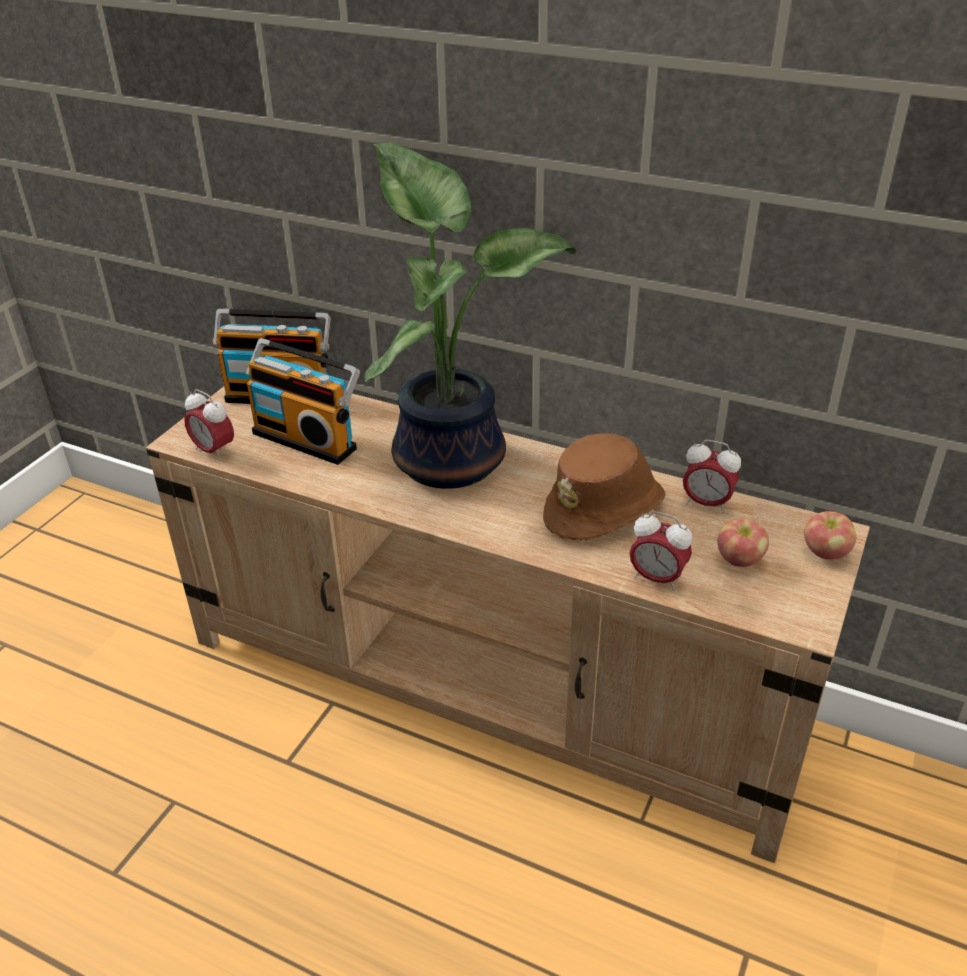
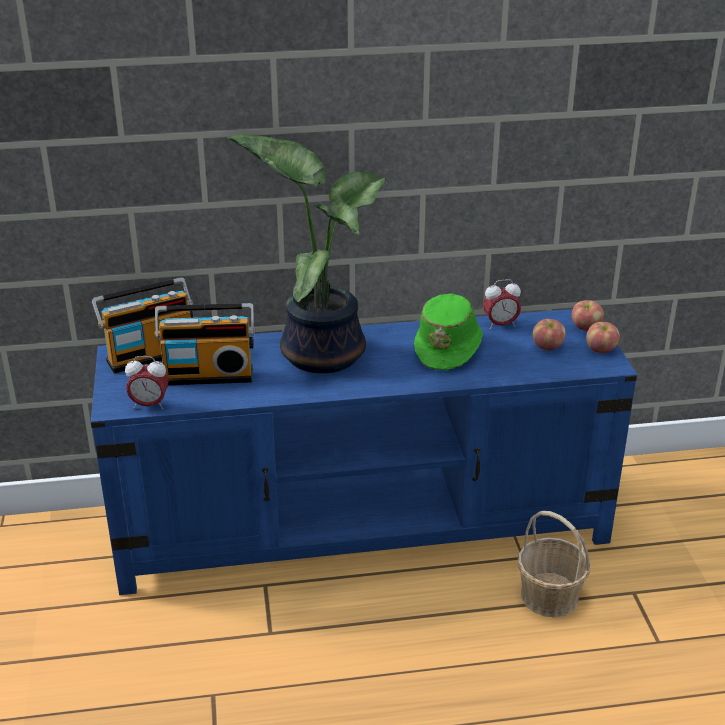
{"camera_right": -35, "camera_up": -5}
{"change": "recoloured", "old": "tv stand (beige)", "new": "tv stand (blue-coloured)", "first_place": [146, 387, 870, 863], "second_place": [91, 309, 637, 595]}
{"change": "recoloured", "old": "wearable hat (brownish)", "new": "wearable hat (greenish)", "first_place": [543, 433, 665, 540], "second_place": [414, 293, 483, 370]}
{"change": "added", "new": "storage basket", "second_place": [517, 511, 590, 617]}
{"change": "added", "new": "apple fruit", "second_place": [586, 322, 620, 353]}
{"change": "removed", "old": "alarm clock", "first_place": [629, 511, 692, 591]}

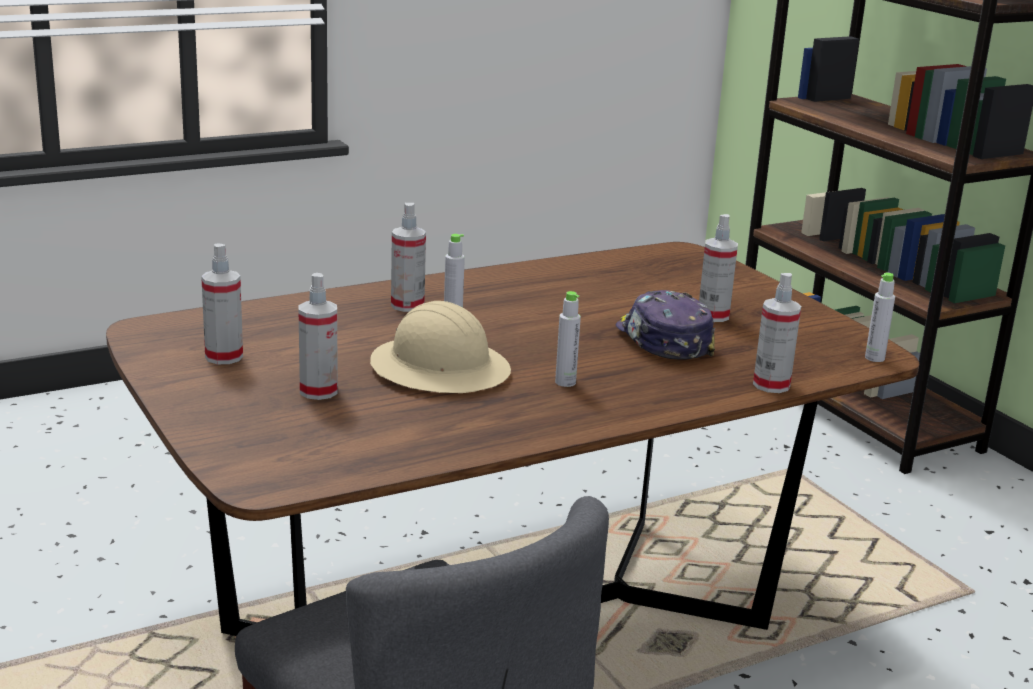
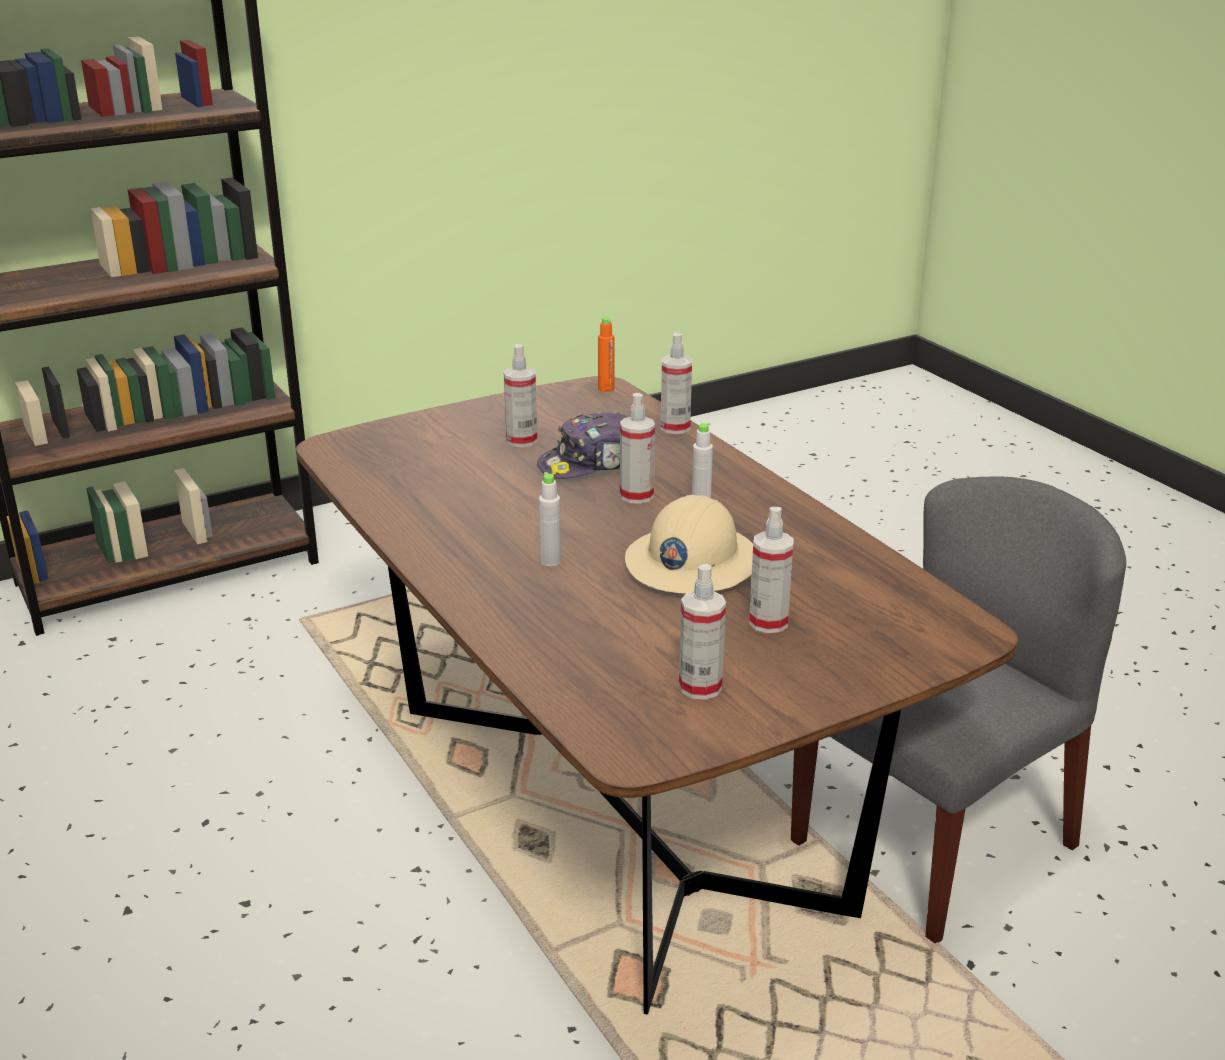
{"camera_right": -90, "camera_up": 5}
{"change": "recoloured", "old": "bottle (gray)", "new": "bottle (orange-coloured)", "first_place": [865, 273, 895, 362], "second_place": [598, 317, 614, 392]}
{"change": "moved", "old": "spray bottle", "first_place": [391, 203, 426, 312], "second_place": [620, 393, 655, 504]}

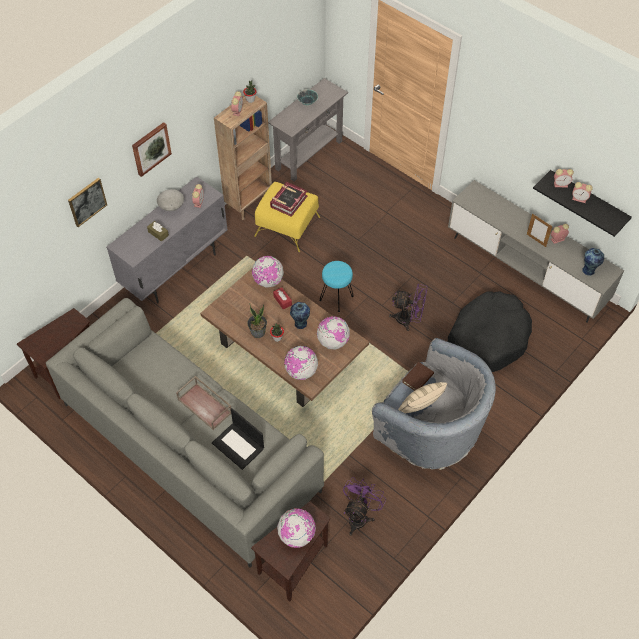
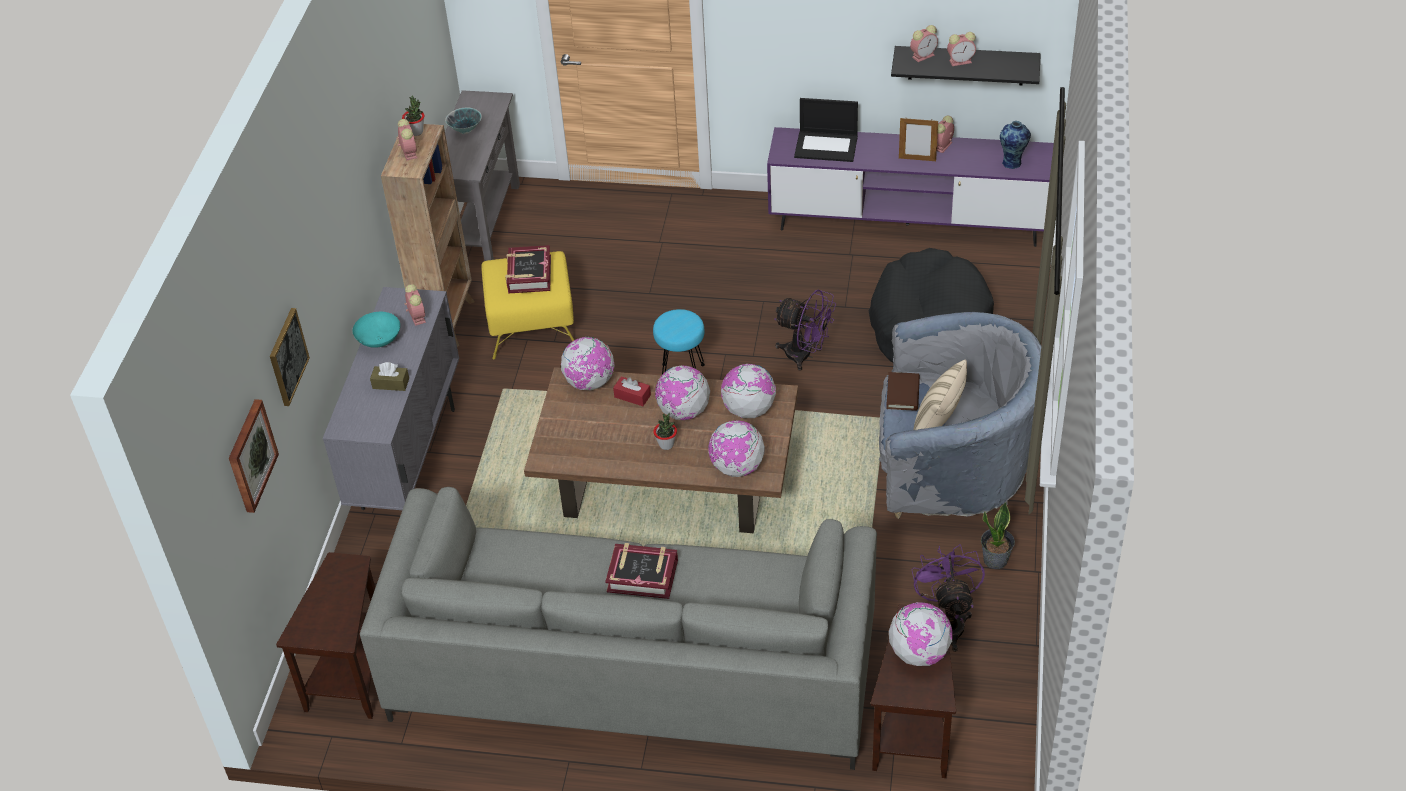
{"camera_right": -30, "camera_up": -10}
{"change": "moved", "old": "picture", "first_place": [132, 122, 172, 177], "second_place": [229, 399, 279, 513]}
{"change": "recoloured", "old": "deep dish (gray)", "new": "deep dish (blue-green)", "first_place": [157, 189, 184, 211], "second_place": [353, 312, 400, 348]}
{"change": "replaced", "old": "tray (brownish)", "new": "book", "first_place": [176, 376, 231, 430], "second_place": [605, 543, 678, 599]}
{"change": "replaced", "old": "flower vase", "new": "globe", "first_place": [290, 302, 310, 329], "second_place": [655, 366, 710, 420]}
{"change": "recoloured", "old": "tv stand (gray)", "new": "tv stand (purple-coloured)", "first_place": [448, 180, 624, 323], "second_place": [767, 127, 1054, 247]}
{"change": "turned", "old": "electric fan (purple-coloured)", "first_place": [389, 284, 427, 331], "second_place": [774, 290, 836, 371], "degrees": 45}
{"change": "moved", "old": "laptop", "first_place": [212, 408, 264, 470], "second_place": [794, 98, 858, 162]}
{"change": "moved", "old": "potted plant", "first_place": [247, 304, 267, 338], "second_place": [981, 502, 1015, 569]}

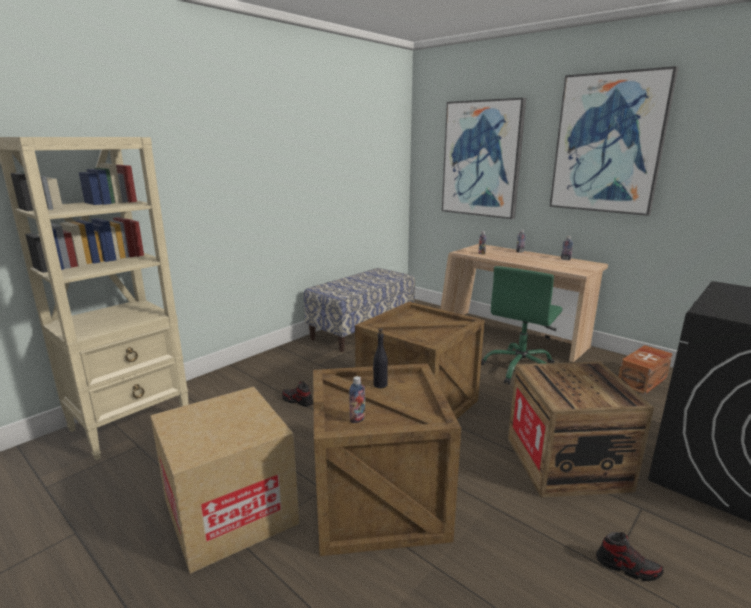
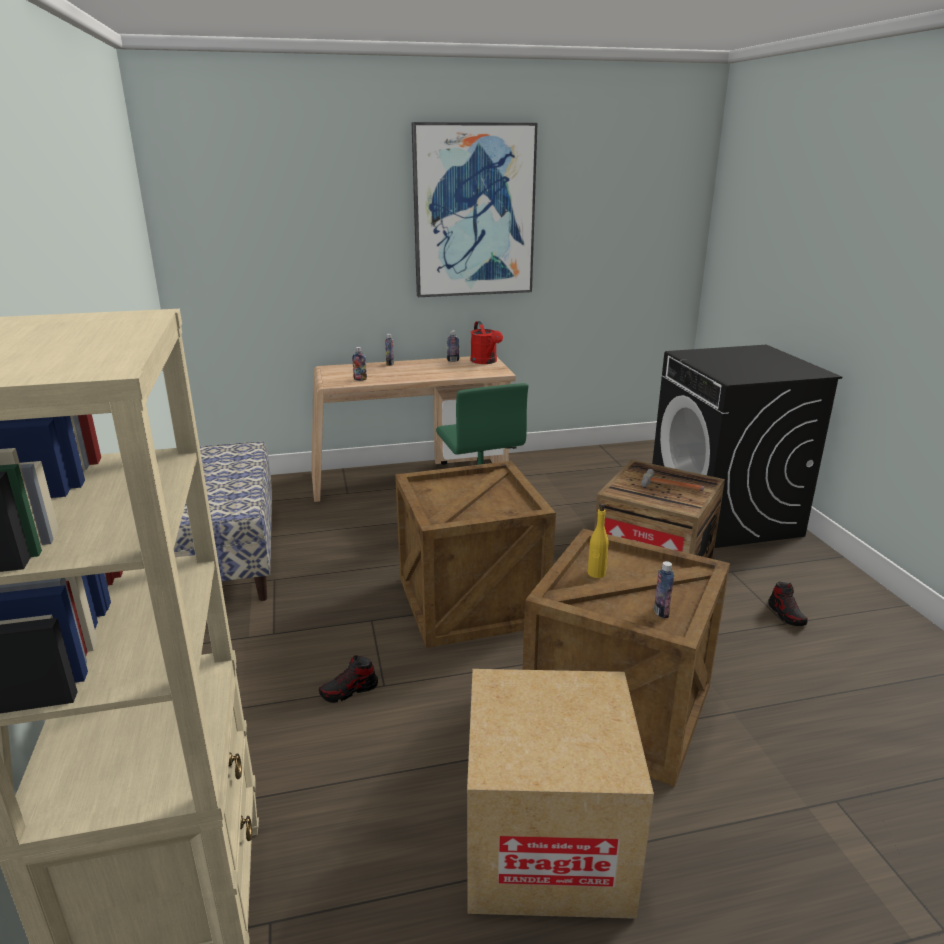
{"camera_right": -55, "camera_up": 5}
{"change": "added", "new": "watering pot (reddish)", "second_place": [471, 321, 503, 364]}
{"change": "recoloured", "old": "bottle (blackish)", "new": "bottle (yellow-coloured)", "first_place": [373, 328, 388, 388], "second_place": [588, 503, 608, 578]}
{"change": "added", "new": "hand hammer", "second_place": [641, 469, 705, 491]}
{"change": "turned", "old": "shoe", "first_place": [596, 532, 664, 581], "second_place": [768, 582, 808, 626], "degrees": 105}
{"change": "removed", "old": "picture", "first_place": [442, 98, 526, 219]}
{"change": "removed", "old": "storage box (brownish)", "first_place": [618, 345, 673, 394]}

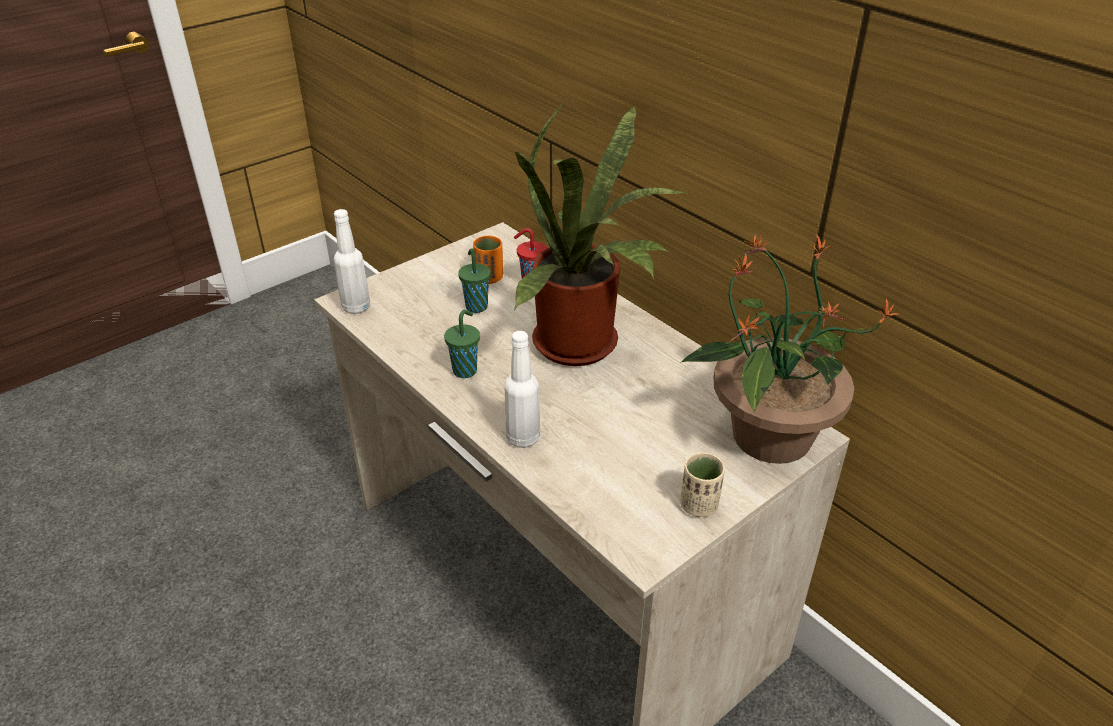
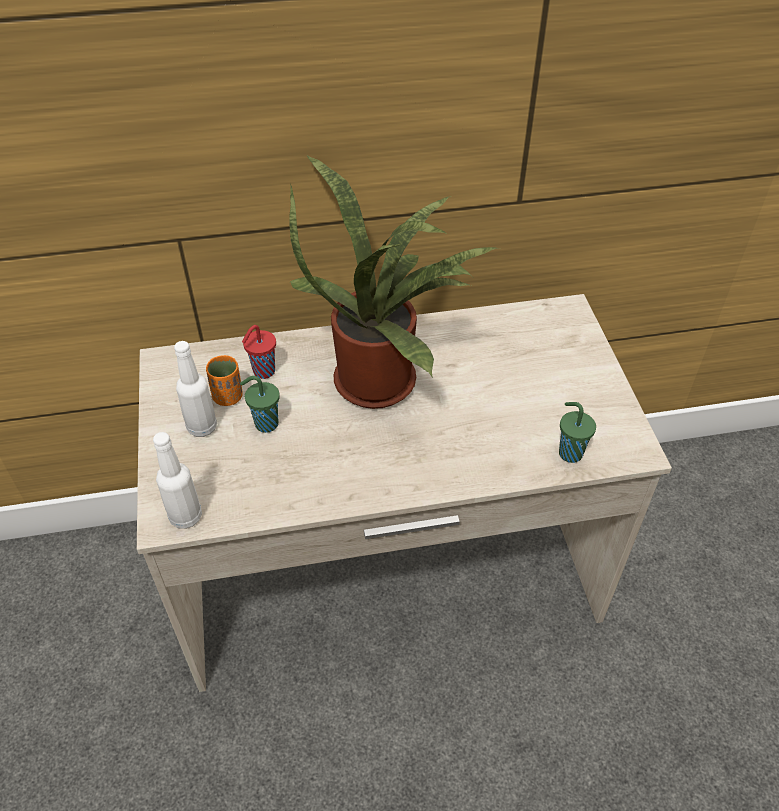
{"camera_right": -60, "camera_up": 10}
{"change": "moved", "old": "bottle (white-coloured)", "first_place": [504, 331, 540, 448], "second_place": [174, 341, 217, 437]}
{"change": "moved", "old": "small cup (greenish)", "first_place": [444, 310, 480, 378], "second_place": [559, 402, 596, 463]}
{"change": "removed", "old": "potted plant", "first_place": [680, 233, 898, 464]}
{"change": "removed", "old": "small cup (beige)", "first_place": [680, 453, 725, 517]}

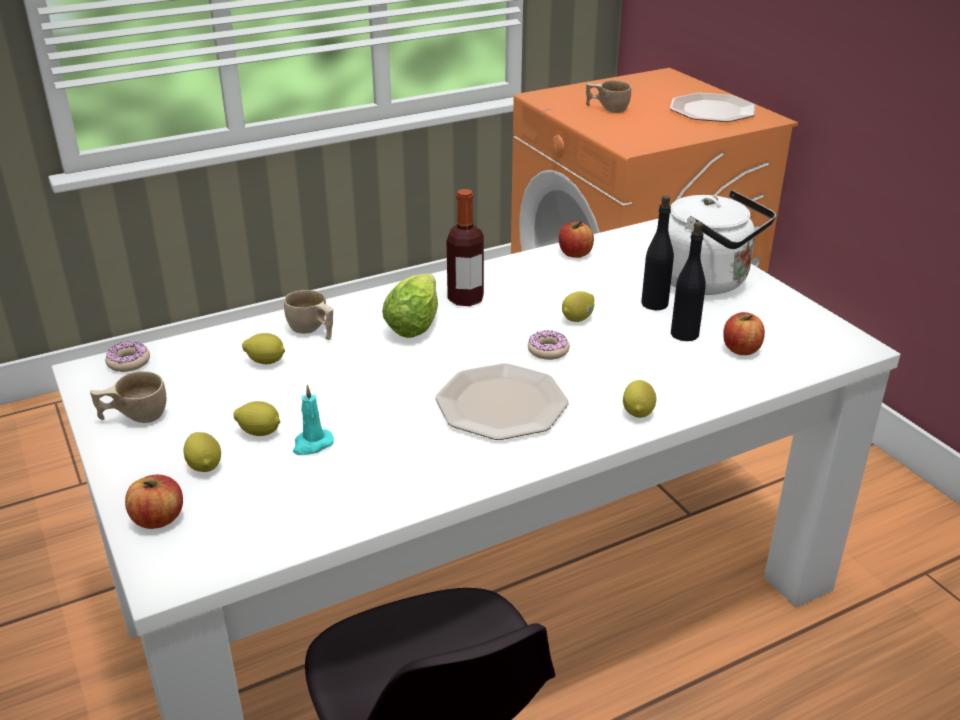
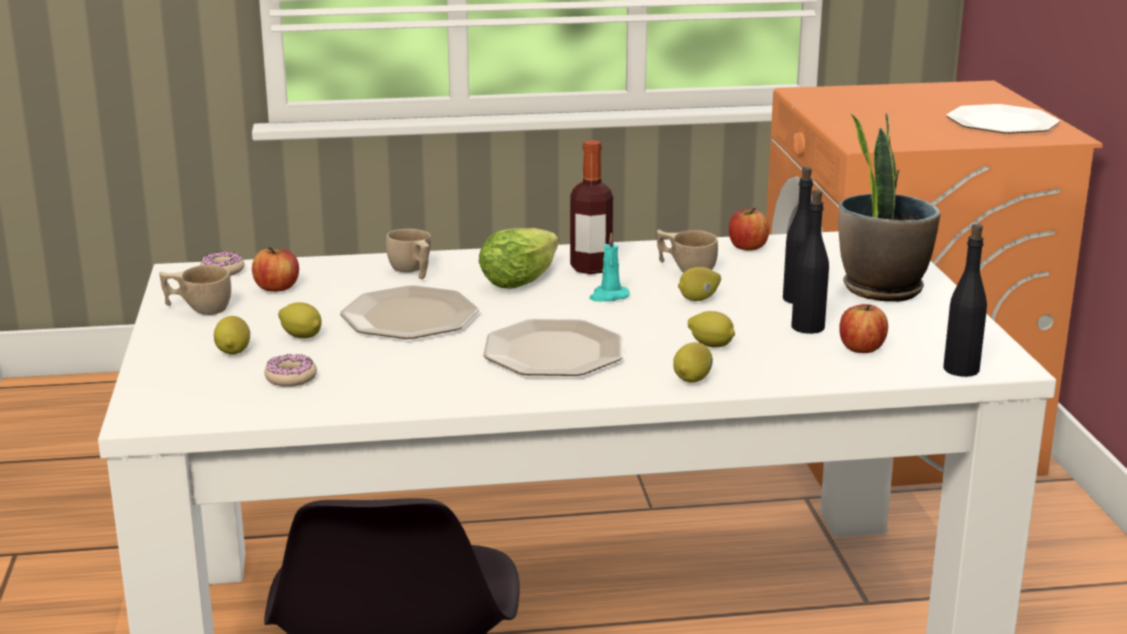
{"camera_right": 20, "camera_up": -10}
{"change": "moved", "old": "apple fruit", "first_place": [125, 475, 183, 529], "second_place": [252, 247, 299, 292]}
{"change": "moved", "old": "donut", "first_place": [528, 330, 570, 360], "second_place": [264, 354, 317, 387]}
{"change": "added", "new": "dinner plate", "second_place": [340, 285, 479, 339]}
{"change": "moved", "old": "wax light (blue-green)", "first_place": [293, 385, 334, 455], "second_place": [589, 232, 630, 302]}
{"change": "moved", "old": "small cup (beige)", "first_place": [586, 80, 631, 113], "second_place": [657, 230, 718, 273]}
{"change": "moved", "old": "whole lemon", "first_place": [242, 333, 285, 364], "second_place": [688, 311, 735, 348]}
{"change": "replaced", "old": "tea kettle (white-coloured)", "new": "potted plant", "first_place": [668, 190, 776, 295], "second_place": [838, 112, 940, 302]}
{"change": "added", "new": "bottle (blackish)", "second_place": [943, 224, 987, 377]}

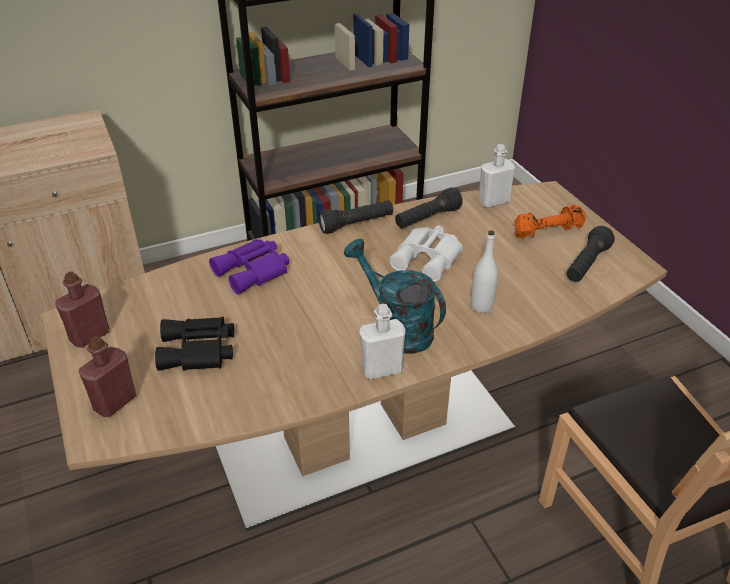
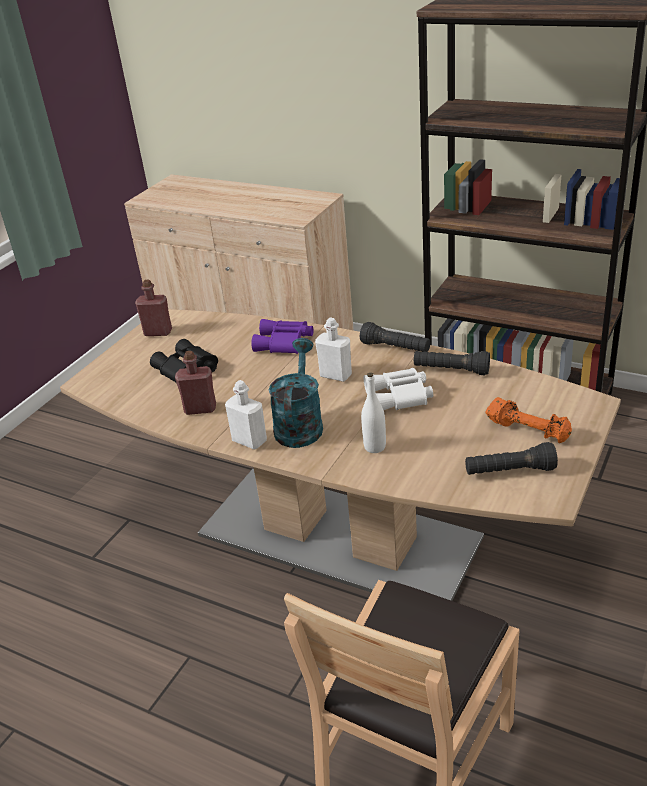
{"camera_right": 55, "camera_up": -5}
{"change": "moved", "old": "bottle (reddish)", "first_place": [79, 336, 136, 417], "second_place": [175, 351, 216, 415]}
{"change": "moved", "old": "bottle (white-coloured)", "first_place": [478, 144, 515, 208], "second_place": [315, 318, 352, 382]}

